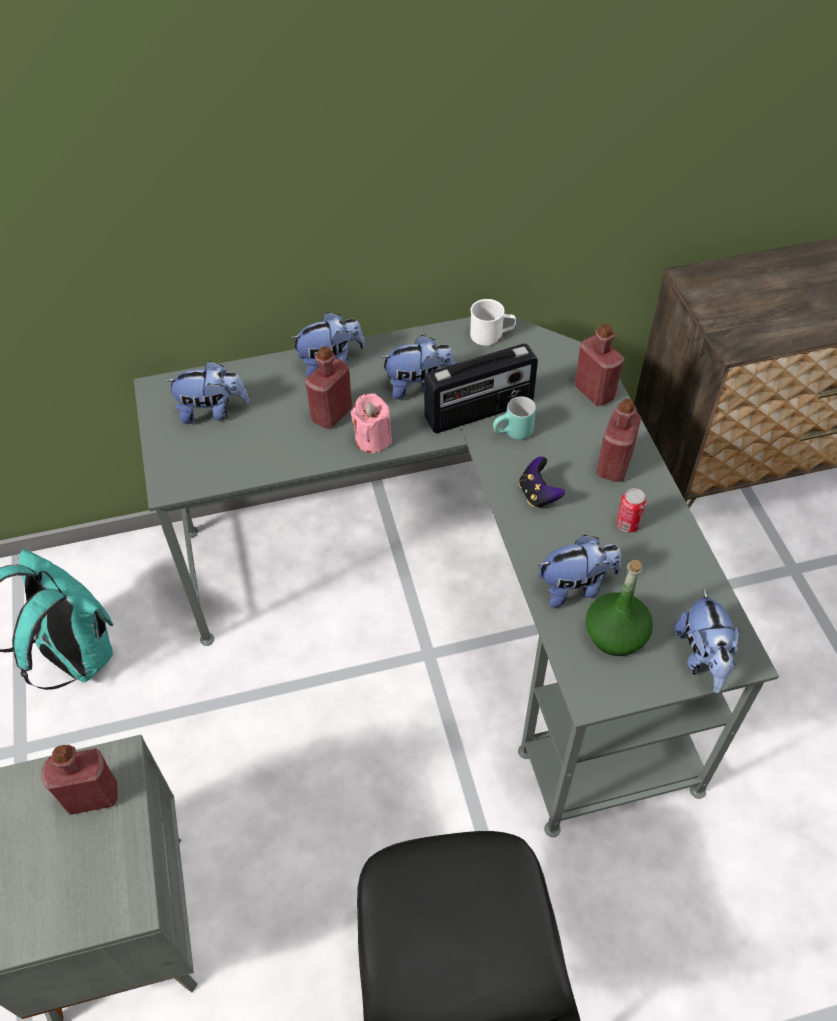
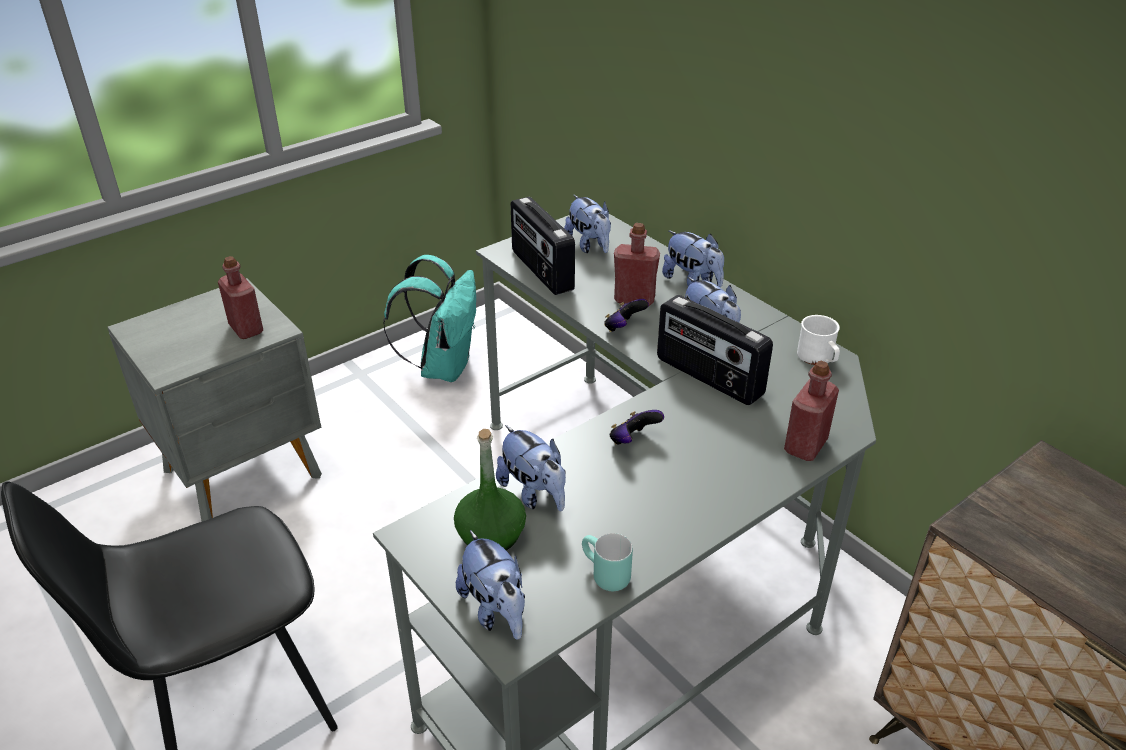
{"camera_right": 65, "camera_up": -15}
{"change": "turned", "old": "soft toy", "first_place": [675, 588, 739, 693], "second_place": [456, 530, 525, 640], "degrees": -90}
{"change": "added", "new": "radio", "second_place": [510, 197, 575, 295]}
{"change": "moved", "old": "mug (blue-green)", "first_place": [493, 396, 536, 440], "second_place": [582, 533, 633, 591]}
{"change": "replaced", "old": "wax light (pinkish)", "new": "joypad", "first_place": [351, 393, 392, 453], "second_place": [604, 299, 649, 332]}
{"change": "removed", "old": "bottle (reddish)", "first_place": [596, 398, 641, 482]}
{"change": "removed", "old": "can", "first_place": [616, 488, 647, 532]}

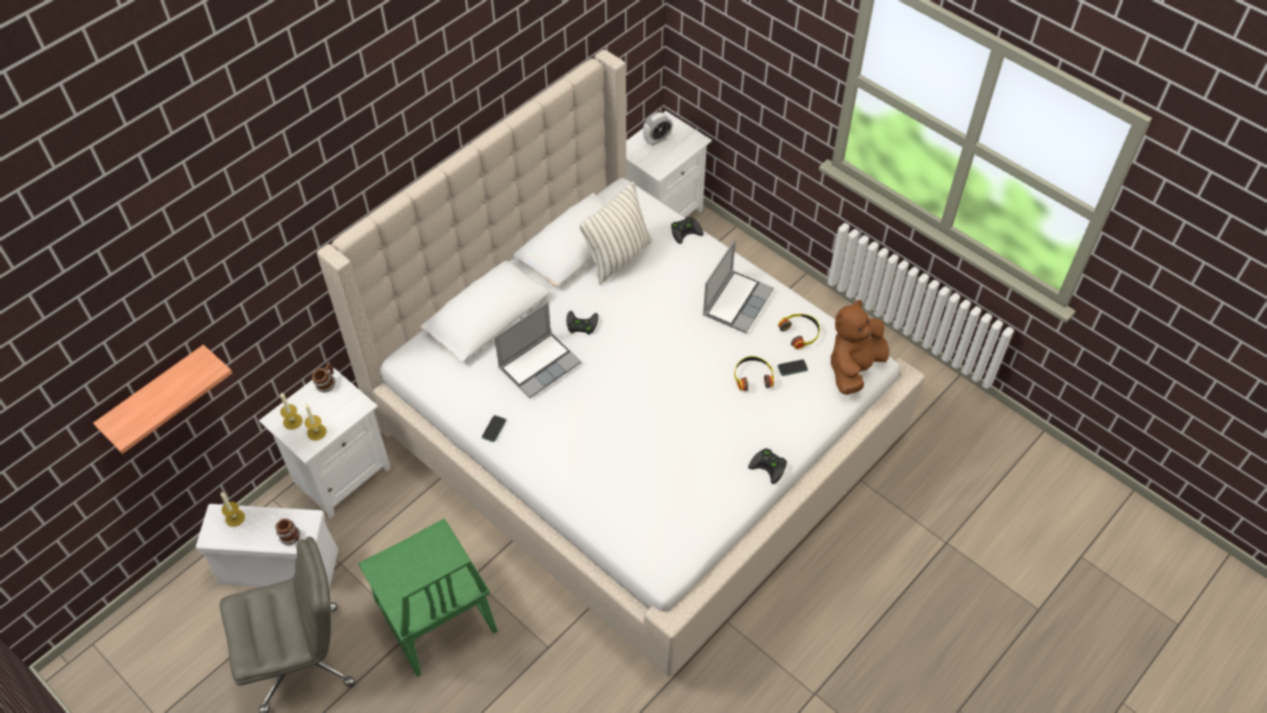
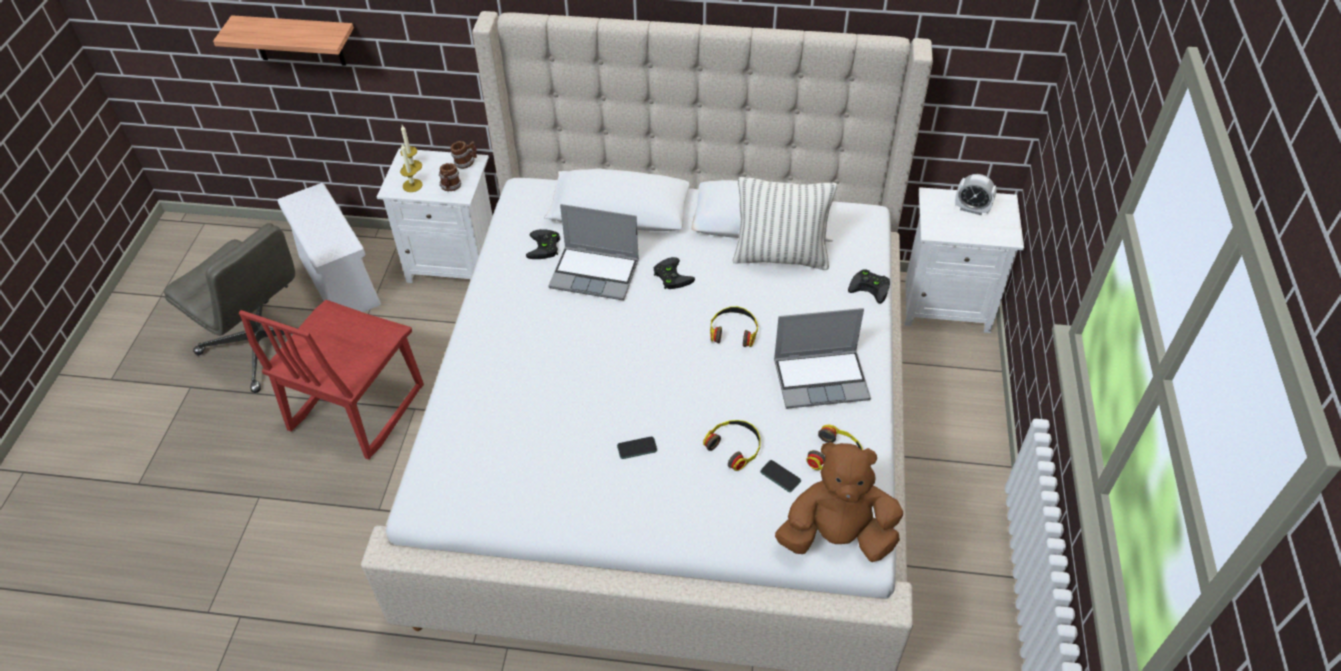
{"camera_right": 55, "camera_up": -5}
{"change": "recoloured", "old": "chair (greenish)", "new": "chair (reddish)", "first_place": [358, 519, 497, 677], "second_place": [239, 300, 424, 460]}
{"change": "moved", "old": "mug", "first_place": [276, 518, 300, 545], "second_place": [439, 163, 462, 191]}
{"change": "moved", "old": "joypad (blackish)", "first_place": [748, 448, 787, 484], "second_place": [526, 229, 560, 259]}
{"change": "moved", "old": "telephone", "first_place": [482, 415, 506, 442], "second_place": [617, 437, 657, 459]}
{"change": "added", "new": "headset", "second_place": [710, 306, 758, 347]}
{"change": "removed", "old": "wax light", "first_place": [220, 492, 245, 527]}

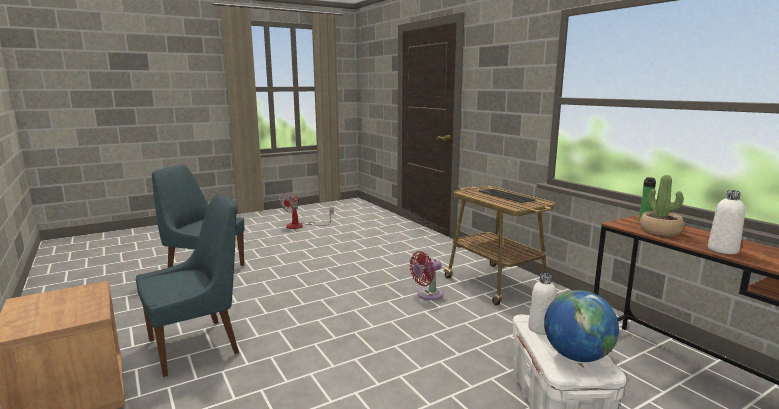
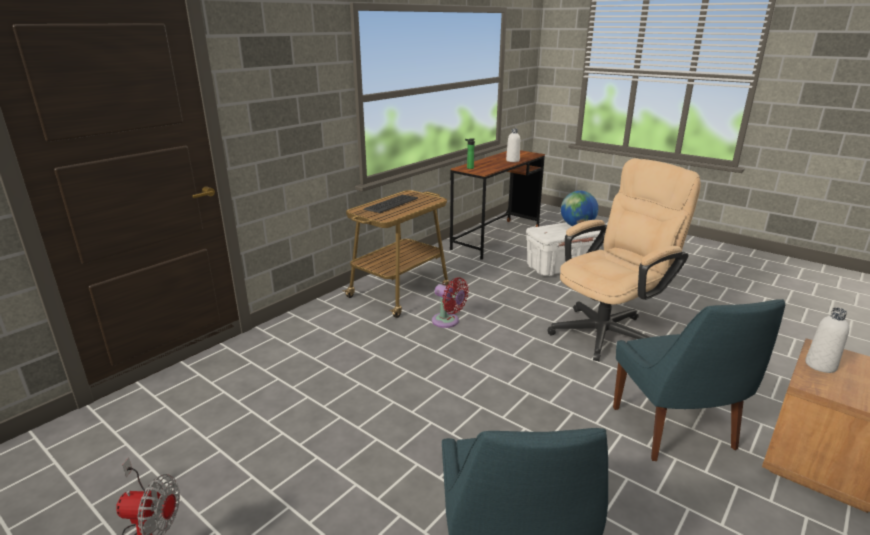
{"camera_right": -110, "camera_up": 10}
{"change": "added", "new": "computer chair (beige)", "second_place": [548, 158, 701, 361]}
{"change": "turned", "old": "chair (blue-coloured)", "first_place": [136, 195, 239, 377], "second_place": [613, 299, 785, 461], "degrees": -135}
{"change": "moved", "old": "bottle (white-coloured)", "first_place": [528, 273, 556, 335], "second_place": [805, 308, 849, 373]}
{"change": "removed", "old": "potted plant", "first_place": [640, 175, 684, 236]}

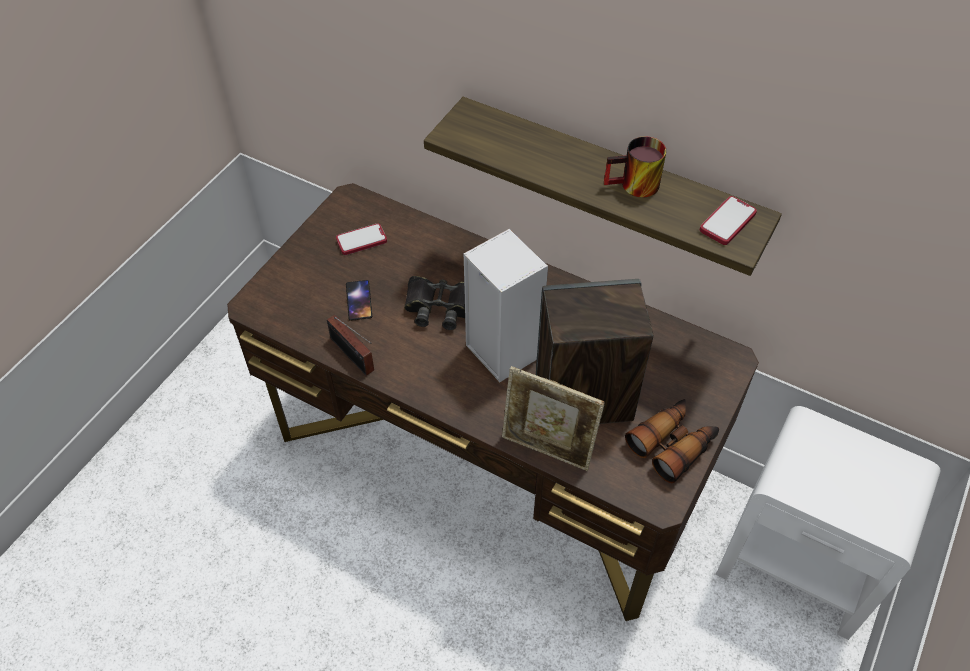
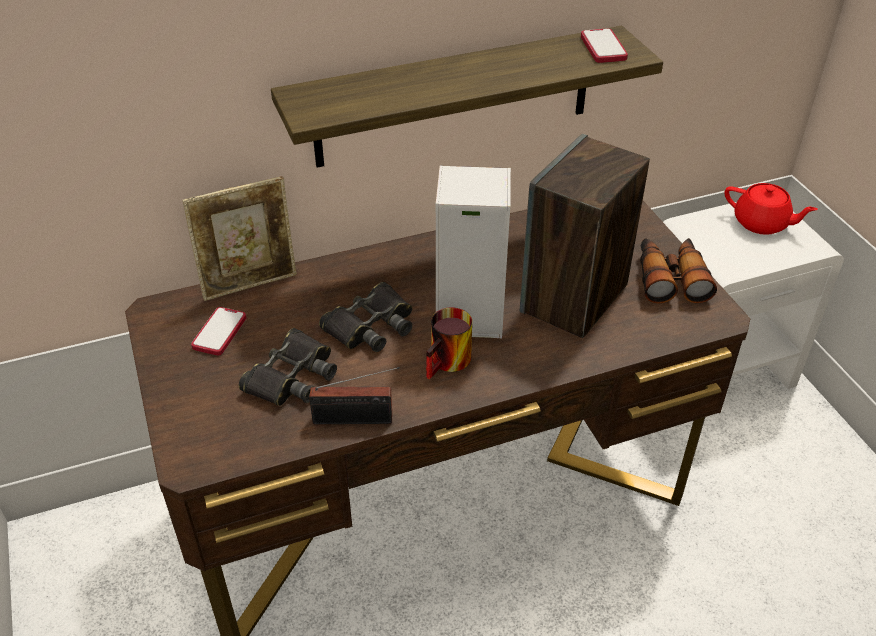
{"camera_right": -50, "camera_up": -10}
{"change": "moved", "old": "picture frame", "first_place": [502, 366, 605, 471], "second_place": [182, 176, 297, 301]}
{"change": "replaced", "old": "telephone", "new": "field glasses (blackish)", "first_place": [346, 280, 372, 321], "second_place": [239, 328, 337, 406]}
{"change": "moved", "old": "mug", "first_place": [604, 136, 666, 198], "second_place": [426, 307, 472, 379]}
{"change": "added", "new": "tea pot (reddish)", "second_place": [724, 183, 818, 235]}

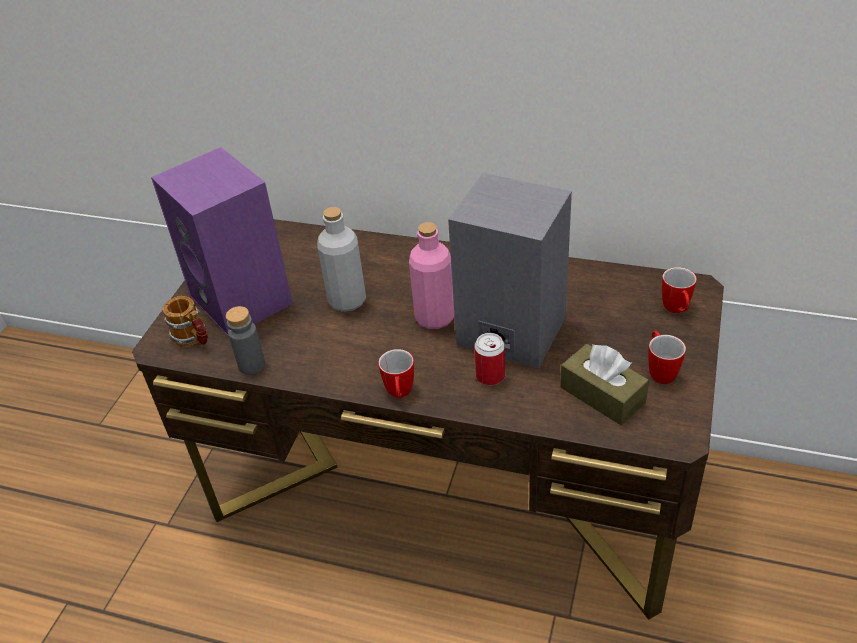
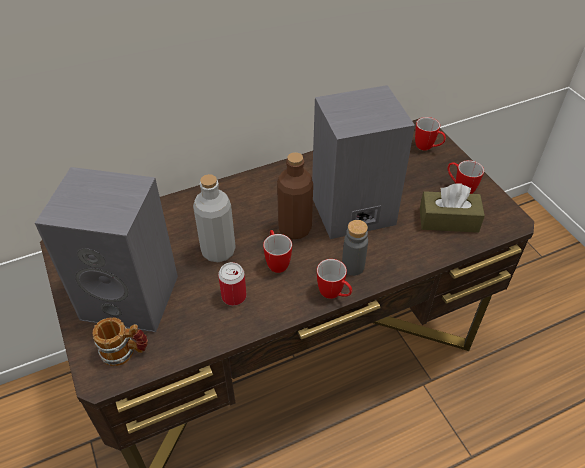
{"camera_right": -45, "camera_up": 5}
{"change": "recoloured", "old": "speaker (purple-coloured)", "new": "speaker (gray)", "first_place": [151, 147, 293, 337], "second_place": [35, 167, 178, 332]}
{"change": "moved", "old": "can", "first_place": [474, 333, 505, 386], "second_place": [218, 262, 247, 306]}
{"change": "added", "new": "mug", "second_place": [263, 230, 292, 273]}
{"change": "recoloured", "old": "bottle (pinkish)", "new": "bottle (brownish)", "first_place": [409, 222, 454, 329], "second_place": [277, 152, 313, 239]}
{"change": "moved", "old": "bottle (gray)", "first_place": [226, 306, 265, 375], "second_place": [342, 220, 368, 276]}

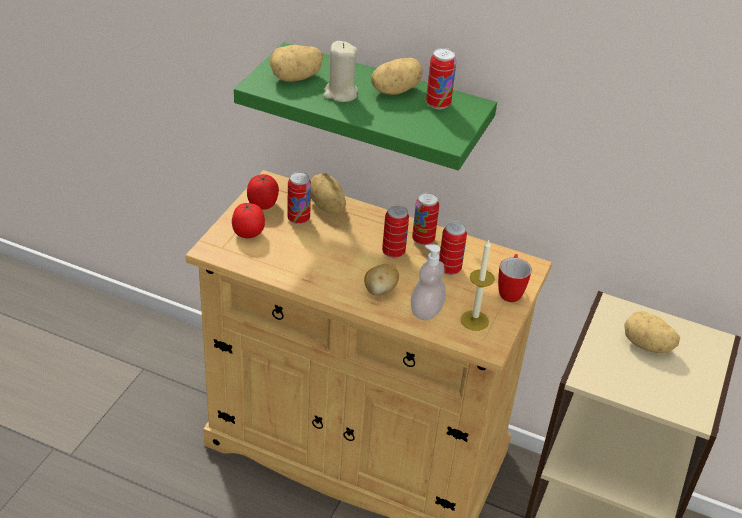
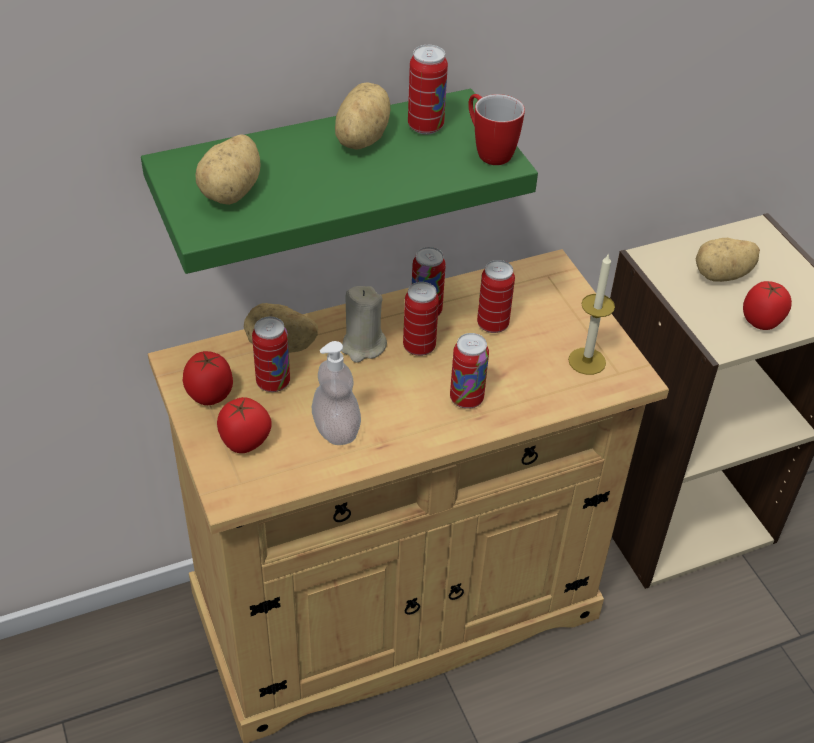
{"camera_right": -45, "camera_up": 5}
{"change": "moved", "old": "soap dispenser", "first_place": [410, 244, 446, 320], "second_place": [312, 341, 361, 445]}
{"change": "moved", "old": "wax light (beige)", "first_place": [323, 41, 358, 102], "second_place": [342, 286, 387, 363]}
{"change": "replaced", "old": "whole potato", "new": "can", "first_place": [364, 264, 399, 296], "second_place": [450, 333, 489, 409]}
{"change": "moved", "old": "mug", "first_place": [498, 254, 532, 302], "second_place": [468, 94, 525, 165]}
{"change": "added", "new": "fresh tomato", "second_place": [743, 281, 792, 330]}

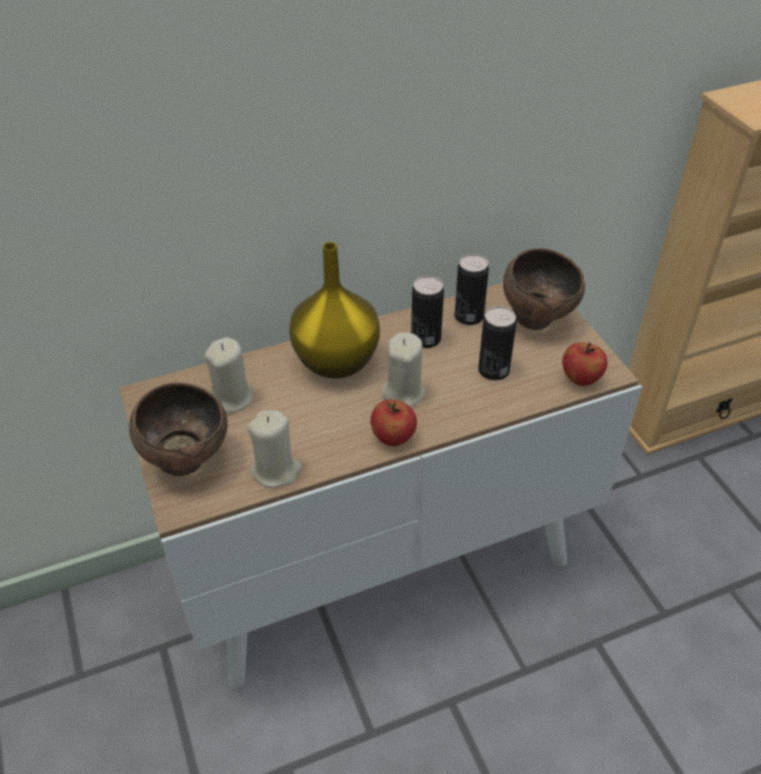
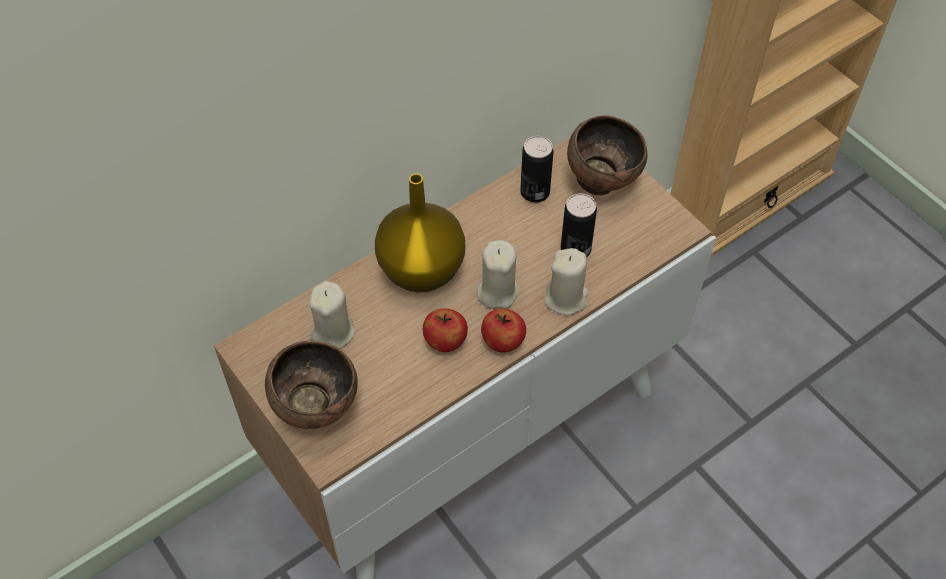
{"camera_right": -15, "camera_up": 10}
{"change": "moved", "old": "apple fruit", "first_place": [562, 343, 608, 386], "second_place": [423, 309, 468, 352]}
{"change": "moved", "old": "wax light (beige)", "first_place": [247, 410, 302, 488], "second_place": [544, 248, 588, 315]}
{"change": "removed", "old": "can", "first_place": [411, 276, 444, 348]}

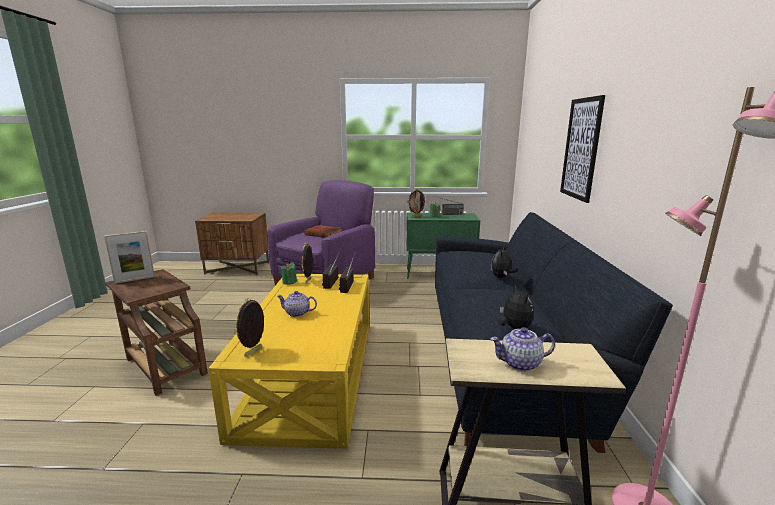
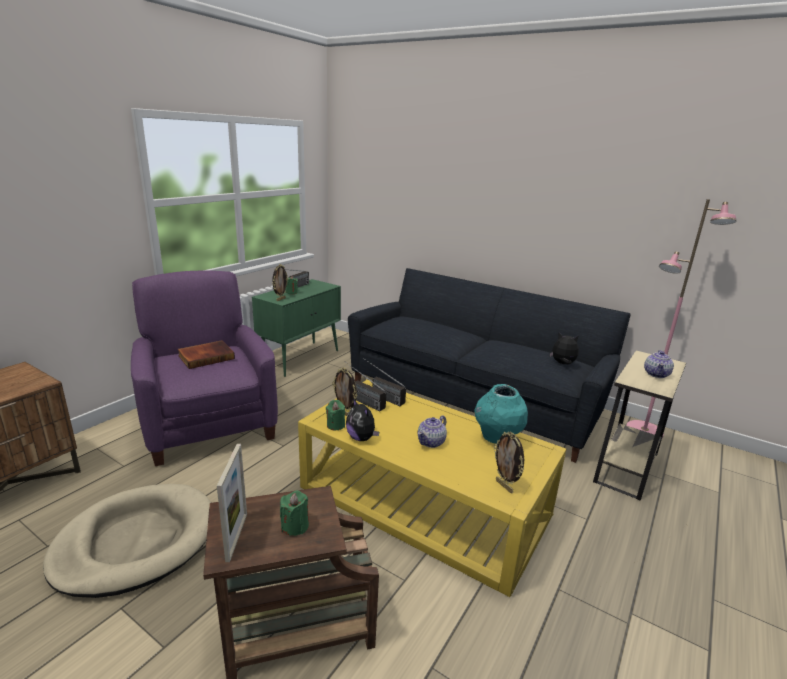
{"camera_right": -60, "camera_up": 5}
{"change": "added", "new": "dog bed (beige)", "second_place": [43, 484, 211, 598]}
{"change": "added", "new": "wax light (greenish)", "second_place": [280, 490, 309, 536]}
{"change": "moved", "old": "soft toy", "first_place": [491, 247, 518, 278], "second_place": [346, 399, 379, 441]}
{"change": "added", "new": "flower vase (blue-green)", "second_place": [475, 384, 528, 444]}
{"change": "removed", "old": "picture", "first_place": [560, 95, 605, 203]}

